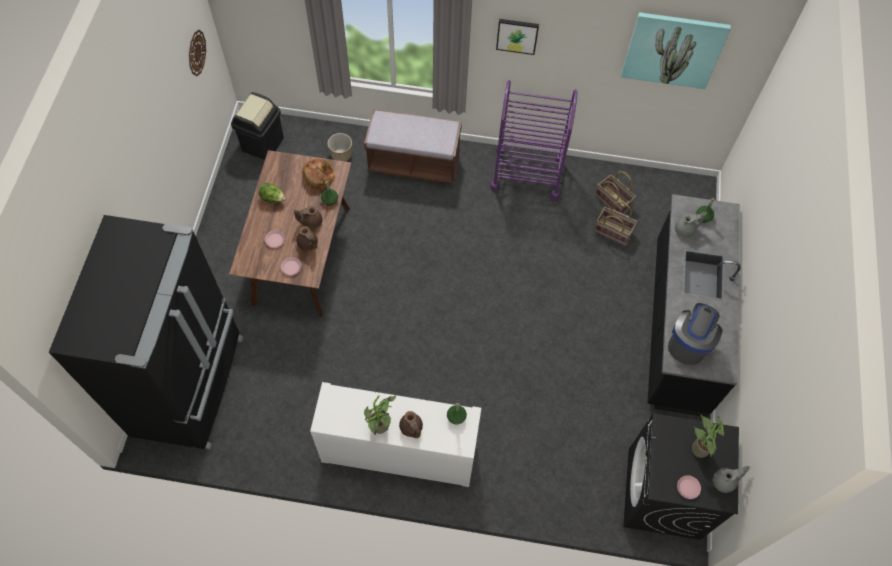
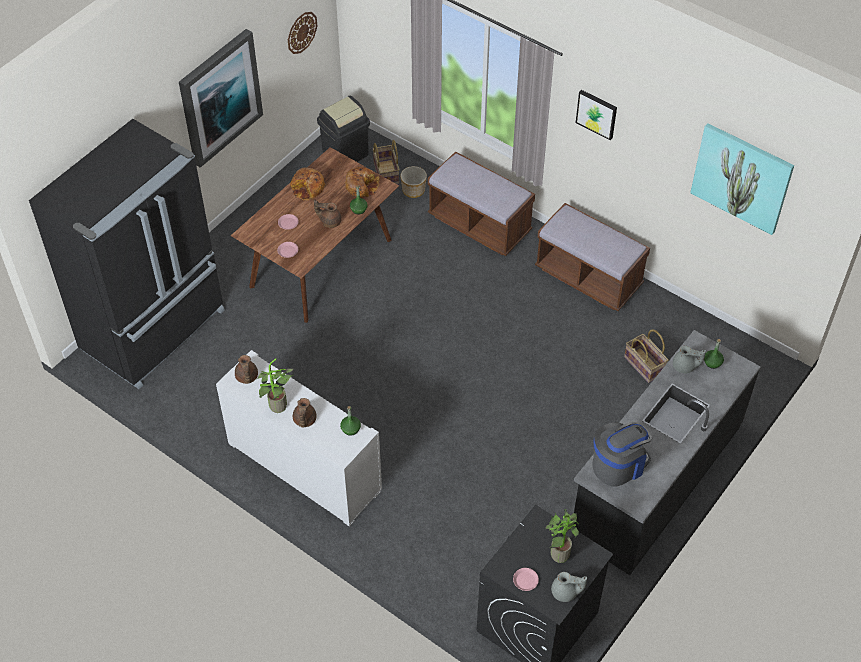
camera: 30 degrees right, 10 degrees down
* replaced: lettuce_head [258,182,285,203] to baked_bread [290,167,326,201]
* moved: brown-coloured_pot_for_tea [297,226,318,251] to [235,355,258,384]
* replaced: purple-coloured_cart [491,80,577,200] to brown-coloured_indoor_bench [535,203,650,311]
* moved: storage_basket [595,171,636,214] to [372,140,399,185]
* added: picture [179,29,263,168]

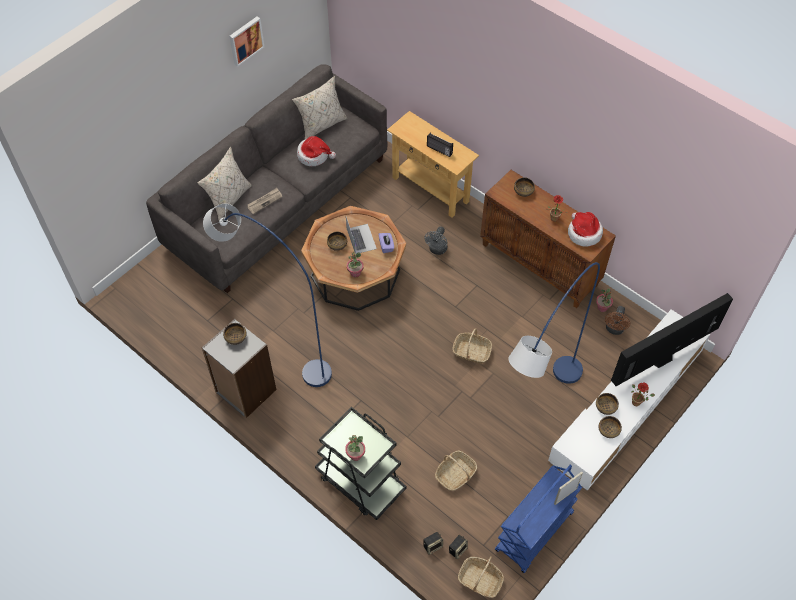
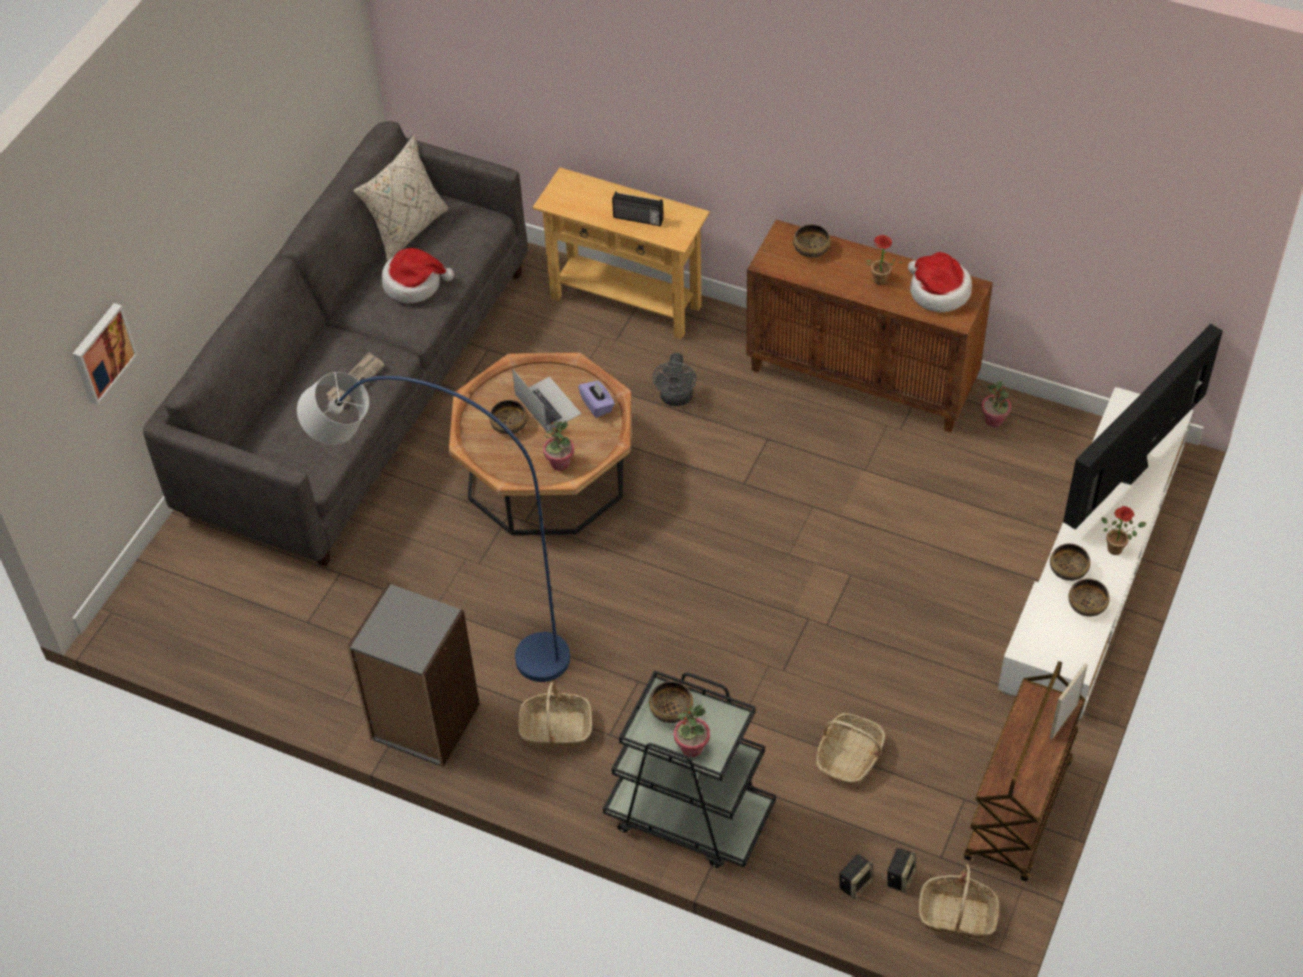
camera: 15 degrees left, 5 degrees down
* removed: beige-coloured_throw_pillow [197,147,252,220]
* moved: deep_dish [223,323,247,345] to [649,681,693,723]
* moved: picture [229,17,264,67] to [73,303,138,405]
* moved: storage_basket [452,329,492,364] to [518,682,592,746]
* recoloured: blue_cart [495,465,582,573] to brown-coloured_cart [964,661,1086,882]
* removed: blue_standing_lamp [508,262,600,384]
* removed: brown-coloured_cooling_fan [605,306,630,335]

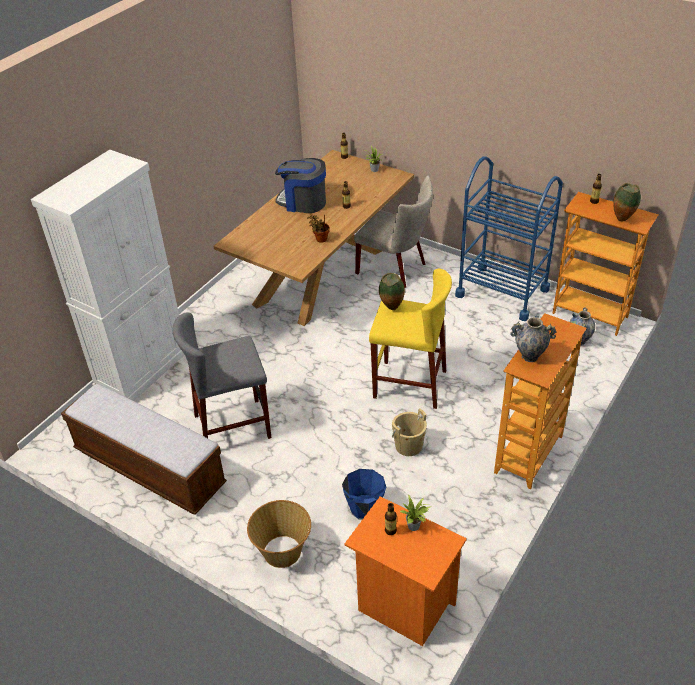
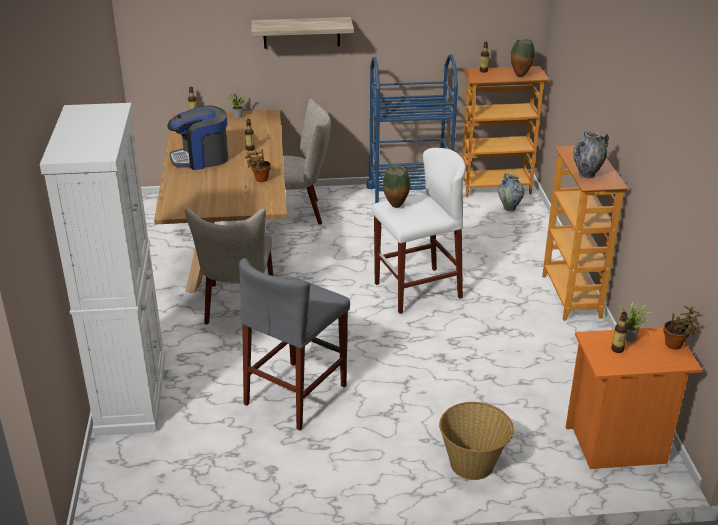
camera: 40 degrees left, 10 degrees down
* removed: indoor_bench [61,384,227,515]
* removed: blue_pail [342,469,386,520]
* recoloured: yellowish_stool [369,269,452,409] to white_stool [372,148,466,314]
* removed: beige-coloured_pail [392,409,427,456]
* added: beige-coloured_upright_chair [185,208,274,325]
* added: wall_shelf [251,17,354,49]
* added: plant_in_a_pot [663,306,700,349]

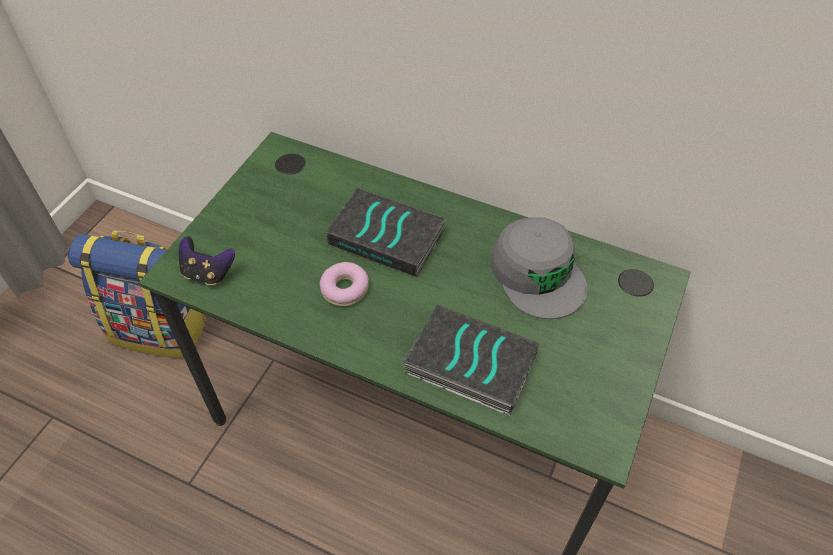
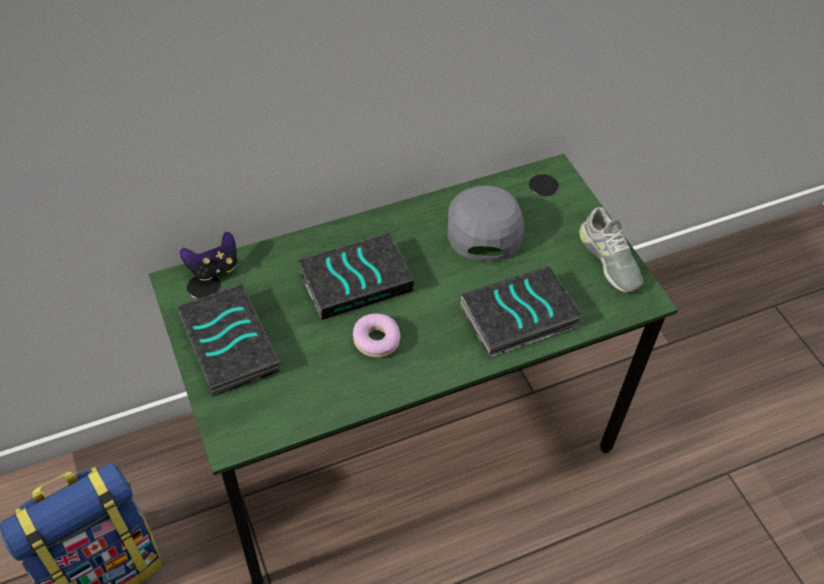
camera: 50 degrees left, 0 degrees up
* moved: joypad [179,236,235,285] to [180,232,237,280]
* turned: grey_peaked_cap [491,217,588,319] = [447,185,524,261] 105 degrees counterclockwise
* added: book [176,284,280,397]
* added: grey_low_shoe [579,207,643,293]

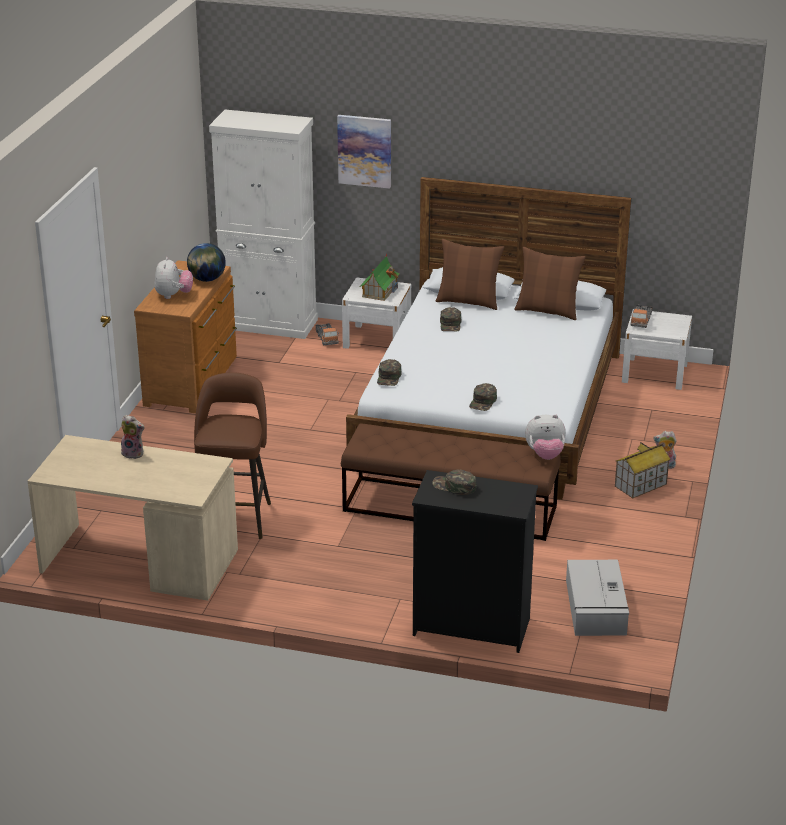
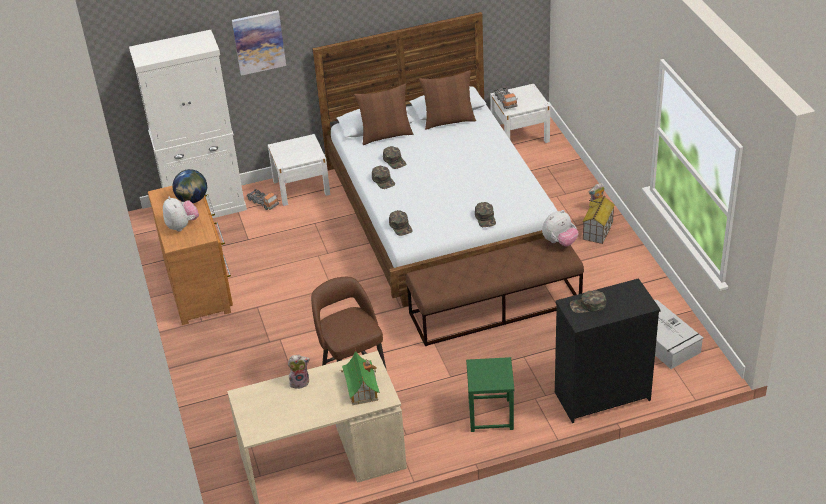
camera: 30 degrees left, 10 degrees up
* moved: model_house [360,254,400,301] to [341,350,380,405]
* added: greenish_peaked_cap [372,166,395,189]
* added: greenish_stool [466,357,514,432]

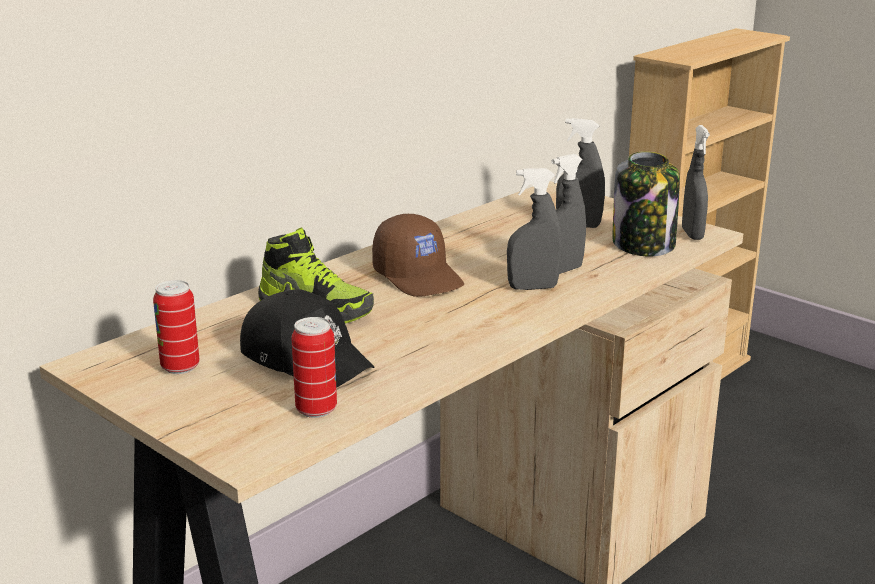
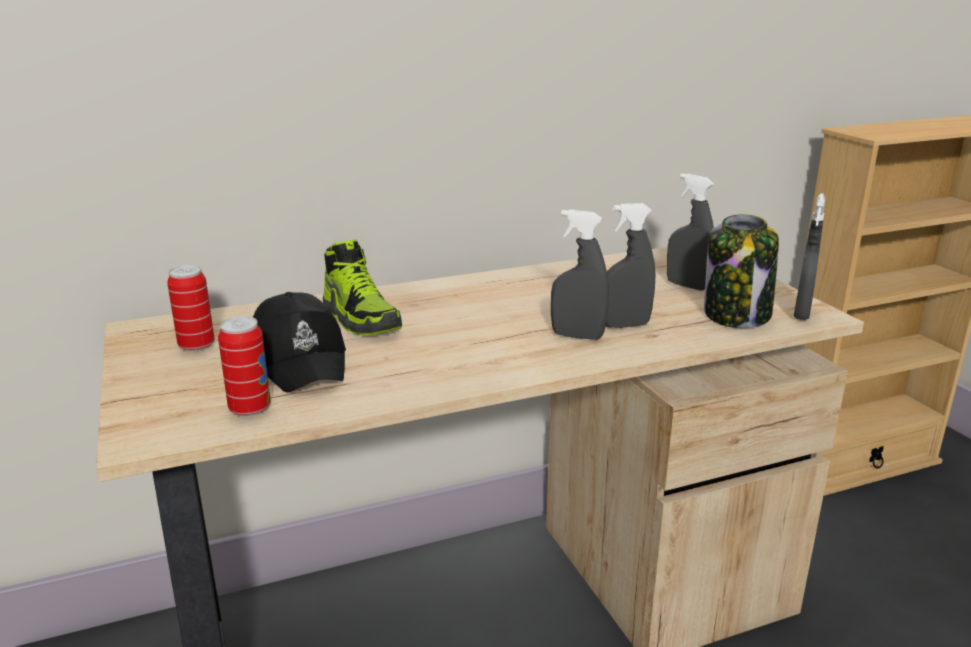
camera: 25 degrees right, 0 degrees up
* removed: brown-coloured_peaked_cap [372,214,464,297]

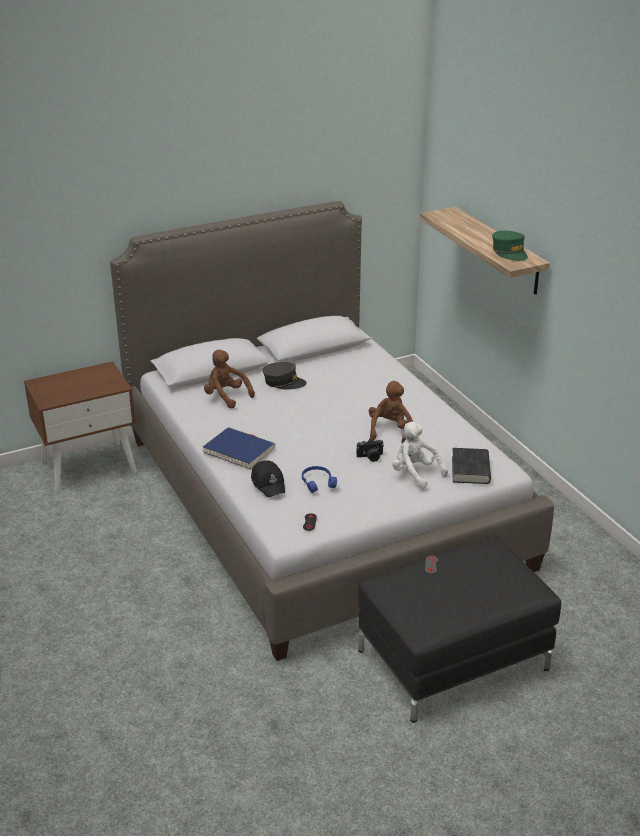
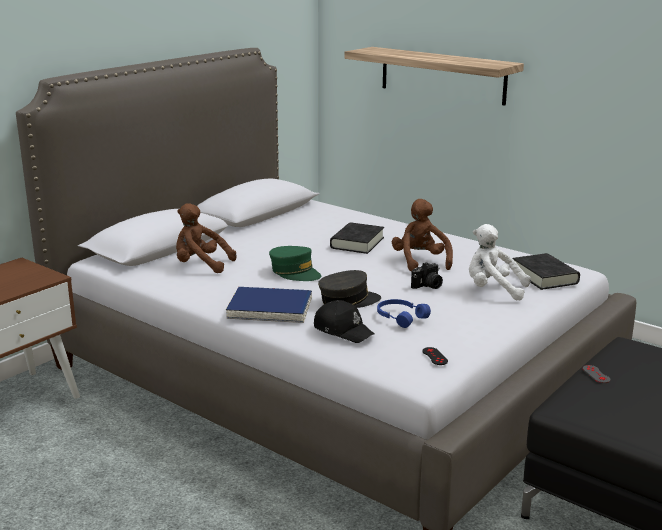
camera: 25 degrees left, 10 degrees down
* moved: grey_peaked_cap [262,362,307,390] to [318,270,381,308]
* moved: greenish_peaked_cap [492,230,528,261] to [269,246,321,281]
* added: black-coloured_book [330,222,384,254]

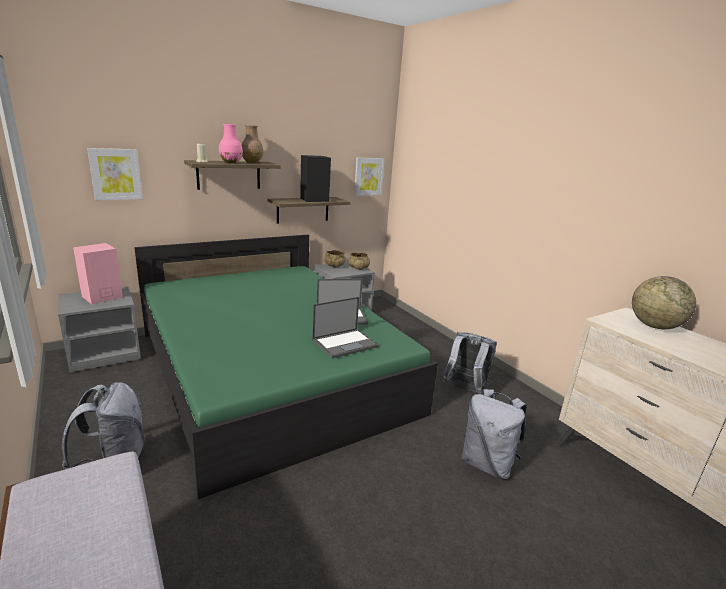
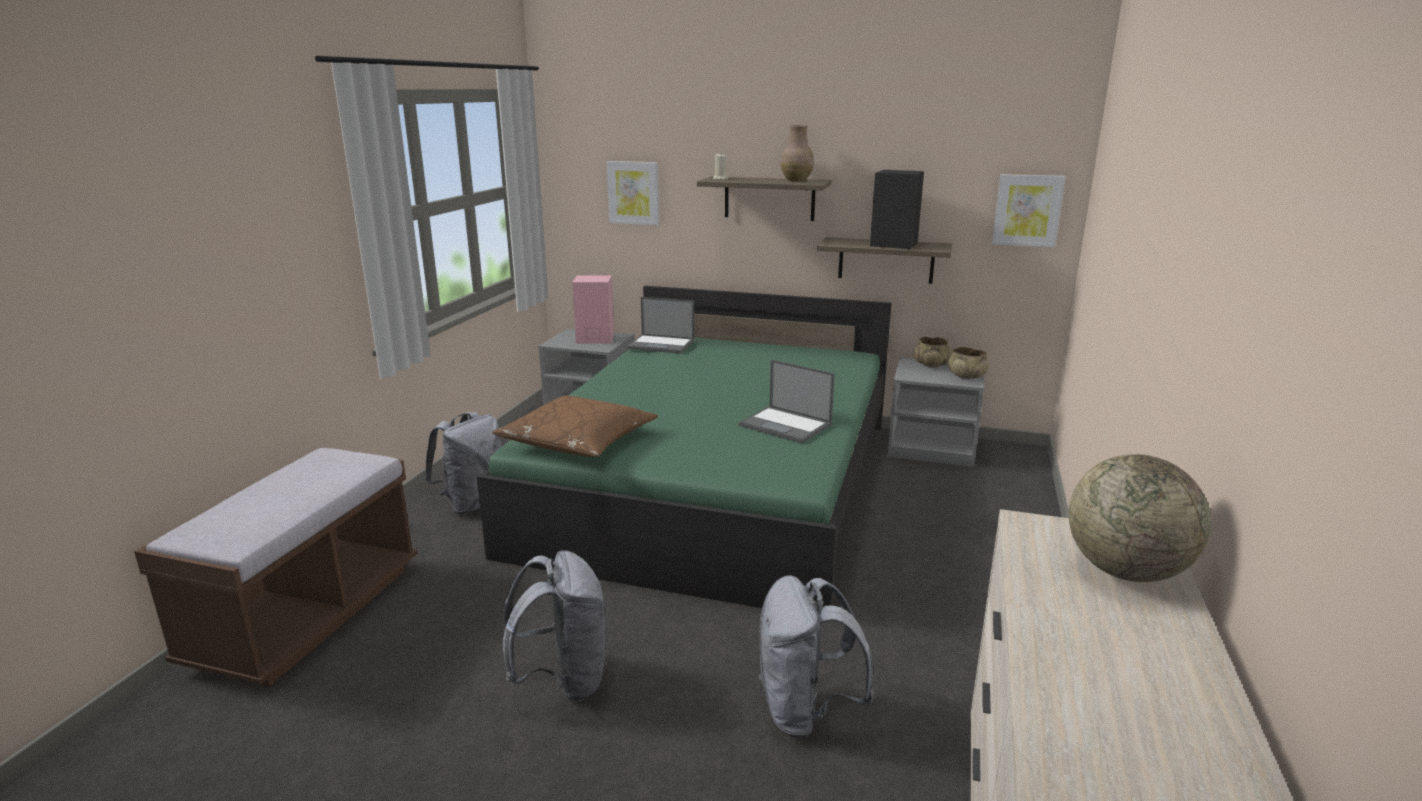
camera: 50 degrees right, 0 degrees up
* removed: pink-coloured_decorative_vase [219,124,243,163]
* moved: notebook_computer [312,297,379,359] to [627,297,695,354]
* moved: grey_rucksack [442,332,497,394] to [503,551,607,702]
* added: brown-coloured_throw_pillow [492,396,658,457]

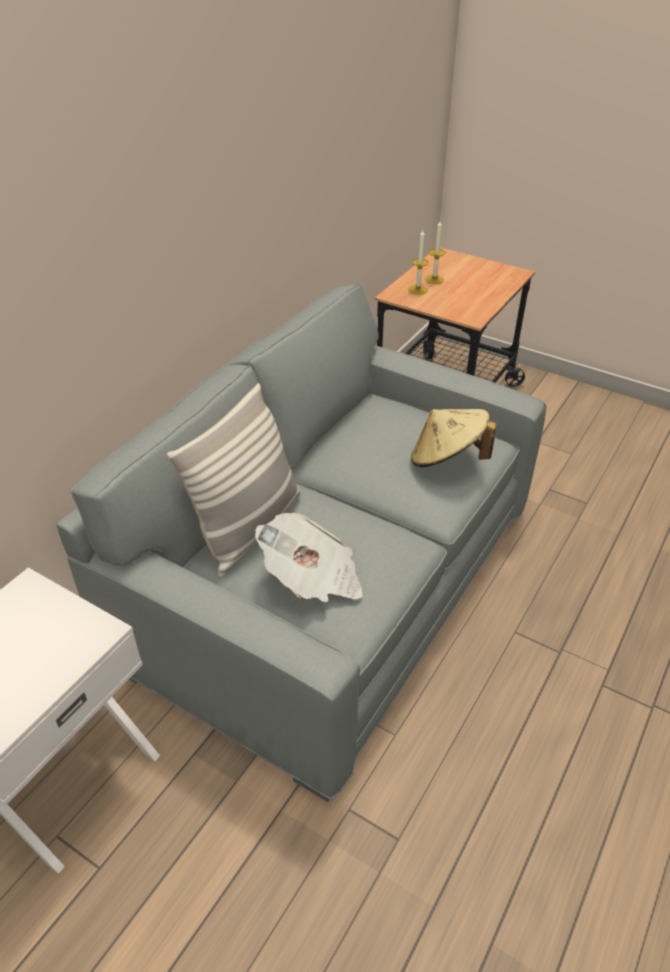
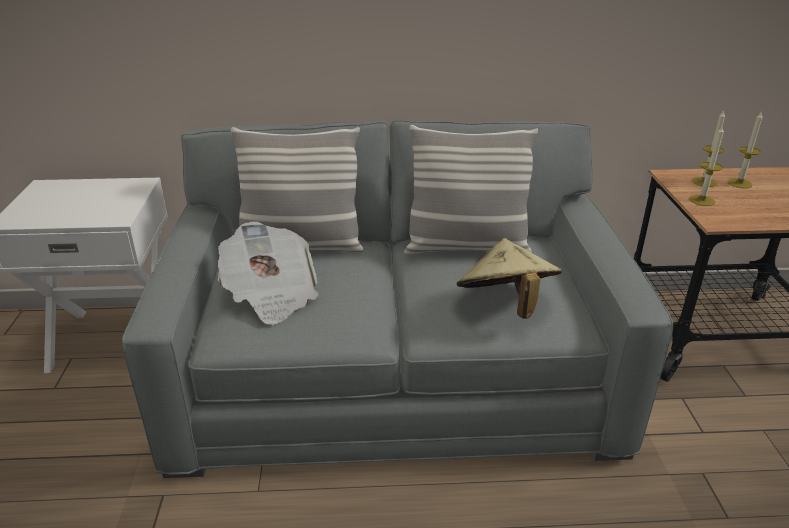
camera: 55 degrees right, 10 degrees down
* added: throw_pillow [404,125,538,254]
* added: candle [689,125,724,206]

